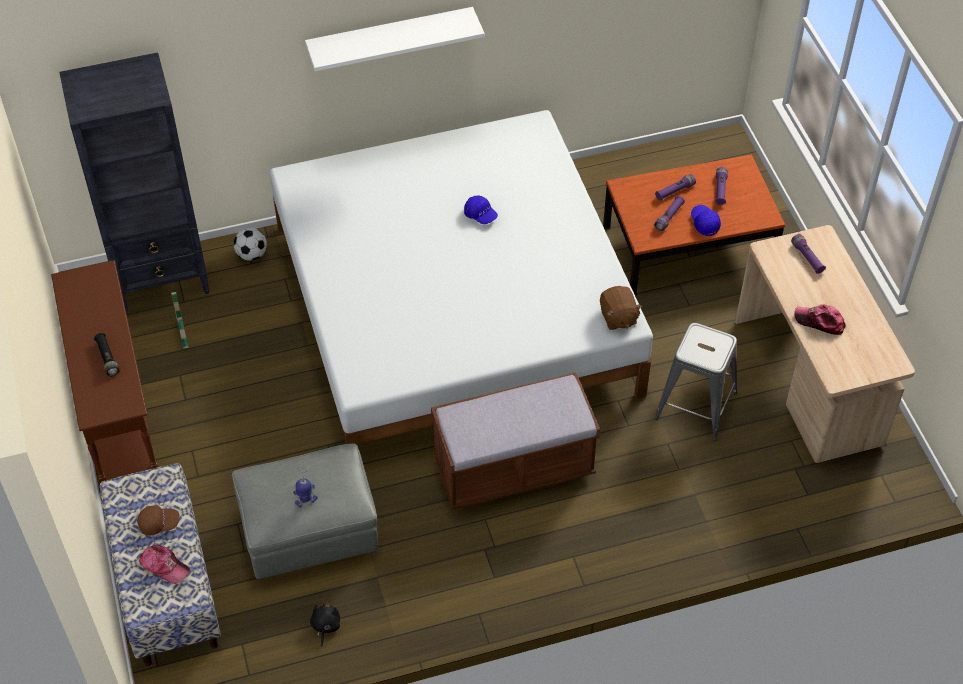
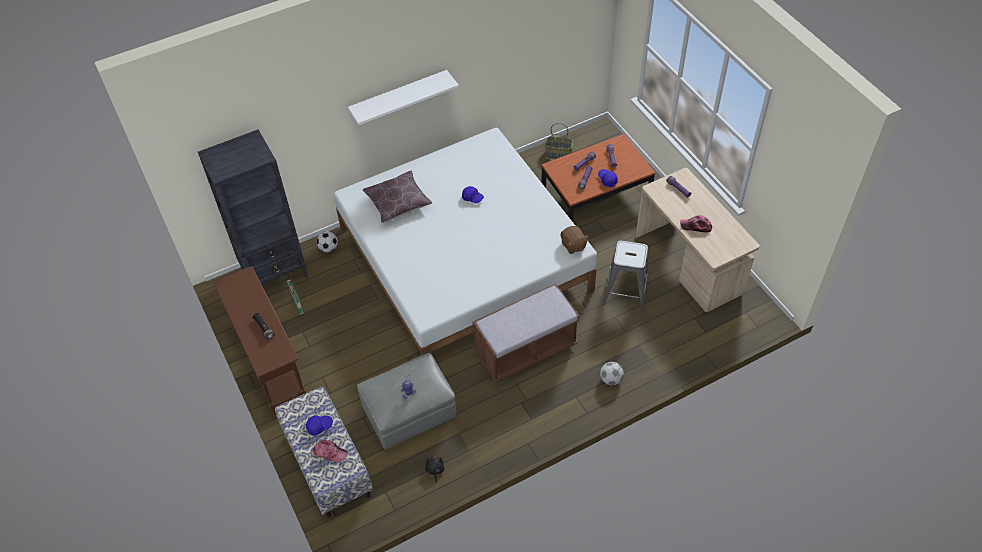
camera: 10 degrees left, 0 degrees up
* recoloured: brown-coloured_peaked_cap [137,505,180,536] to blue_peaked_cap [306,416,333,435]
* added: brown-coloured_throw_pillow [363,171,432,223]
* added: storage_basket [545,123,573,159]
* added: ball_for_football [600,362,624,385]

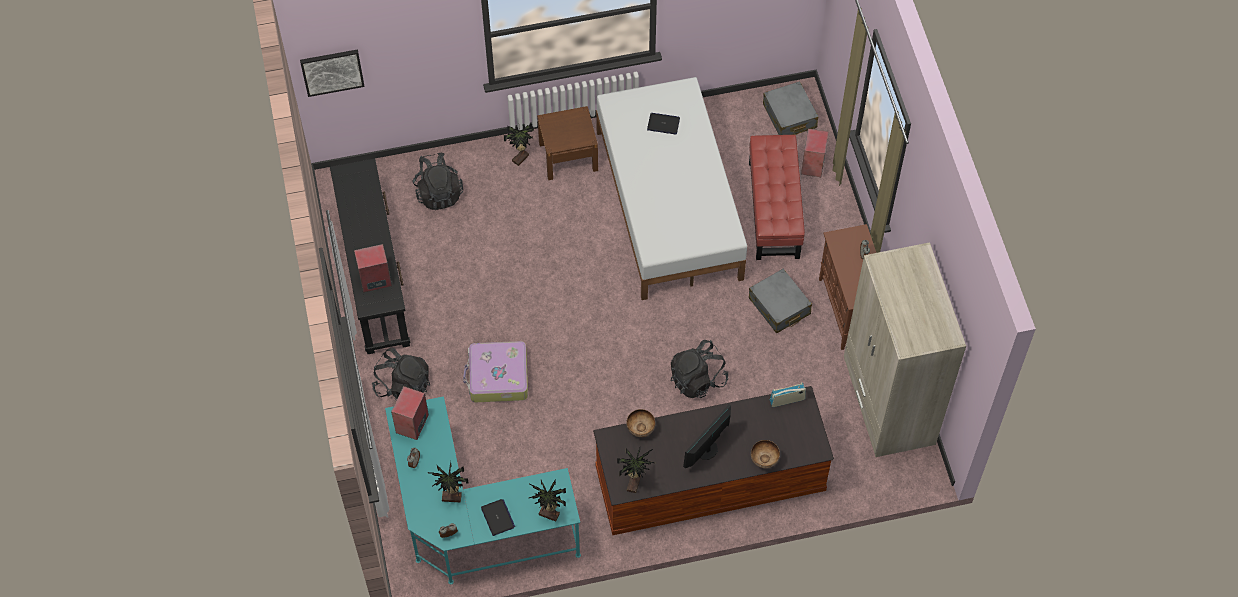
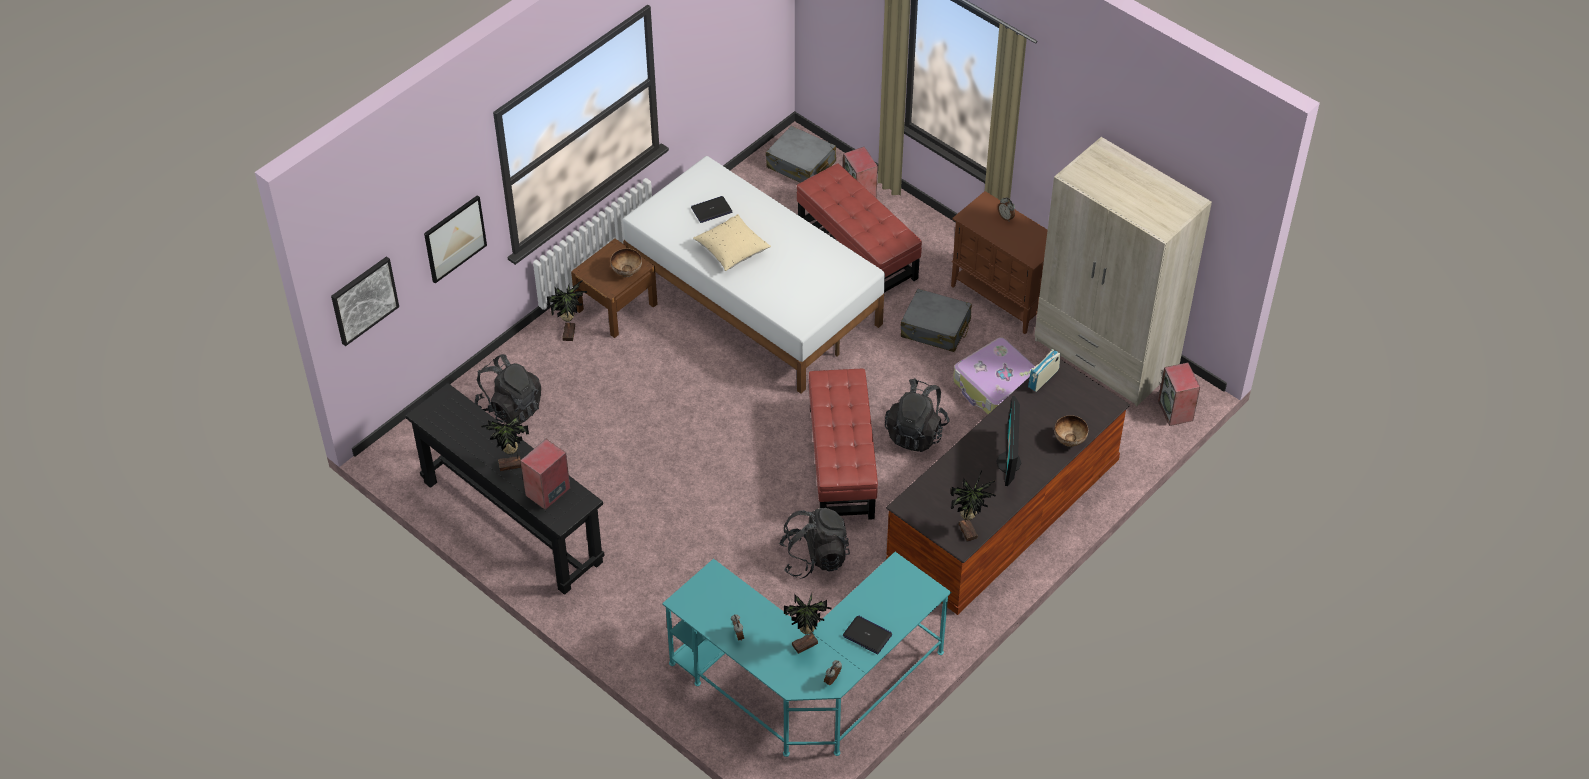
camera: 35 degrees left, 10 degrees down
* moved: black-coloured_rucksack [372,348,430,401] to [779,508,850,579]
* moved: loudspeaker [391,386,429,440] to [1158,363,1200,426]
* moved: travel_case [463,341,528,402] to [953,337,1035,414]
* moved: plant_in_a_pot [529,480,566,522] to [481,415,529,471]
* moved: deep_dish [626,409,655,437] to [610,248,642,277]
* added: picture [424,195,487,283]
* added: beige-coloured_throw_pillow [693,214,771,271]
* added: reddish_footrest [808,369,878,520]

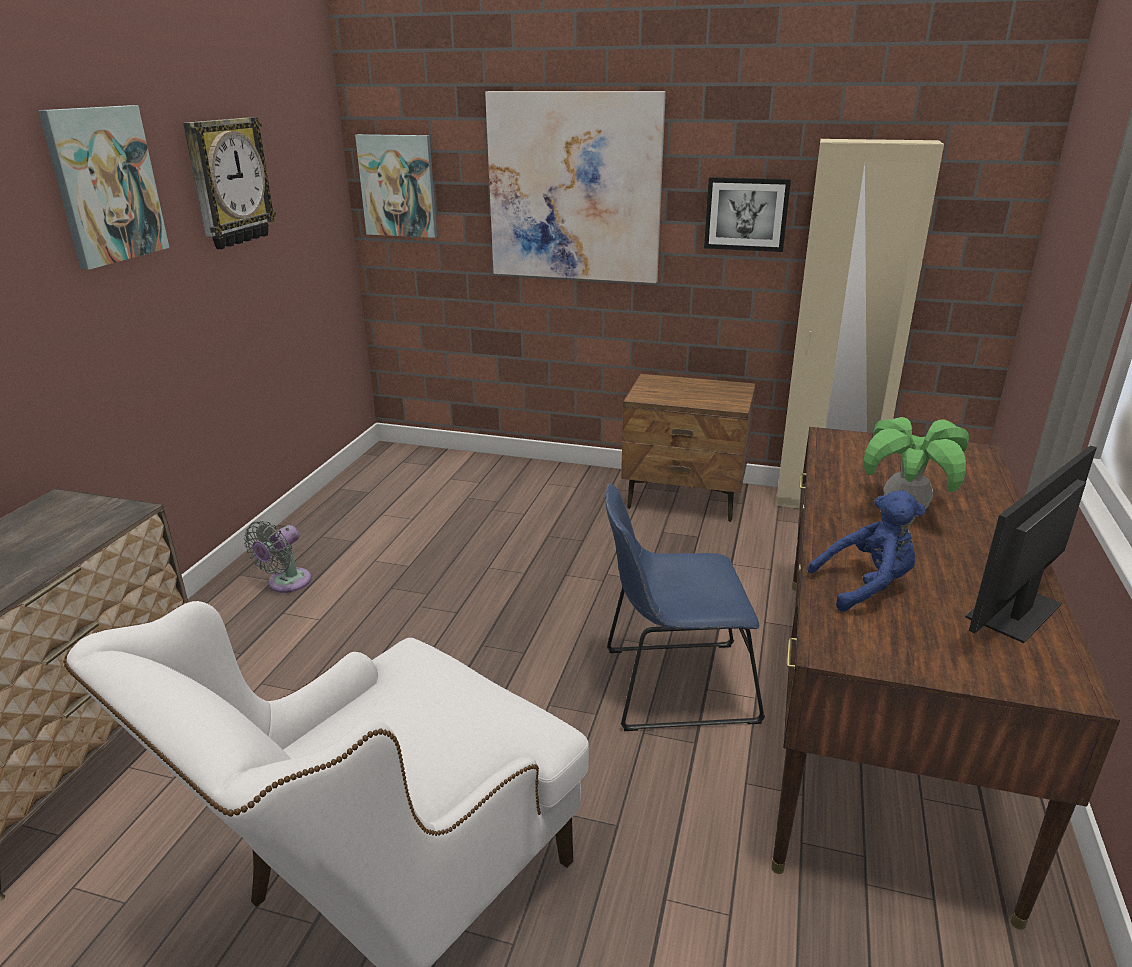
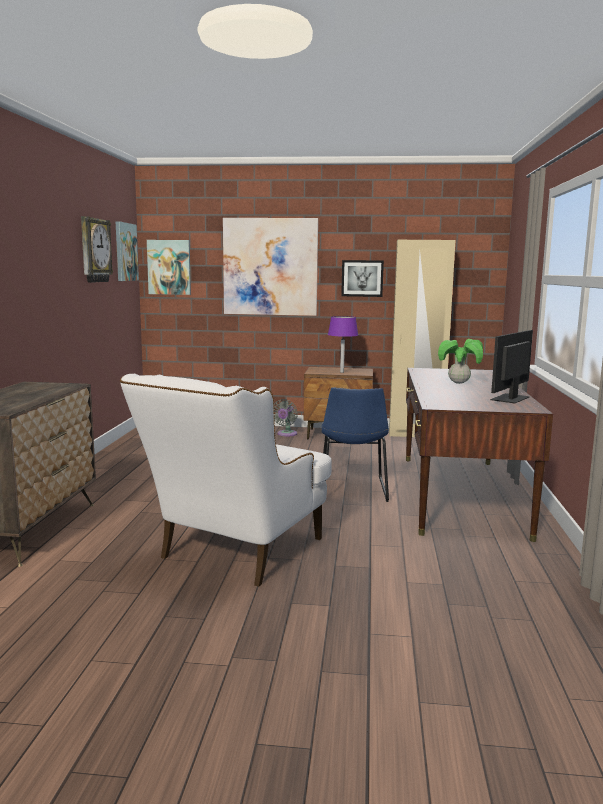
camera: 10 degrees left, 15 degrees down
* moved: picture [38,105,169,270] to [116,221,139,281]
* moved: grey_cooling_fan [244,521,311,593] to [274,399,298,436]
* turned: blue_upright_chair [606,483,765,731] = [321,388,389,502] 75 degrees counterclockwise
* removed: blue_plush_toy [807,491,926,612]
* added: purple-coloured_table_lamp [328,316,358,373]

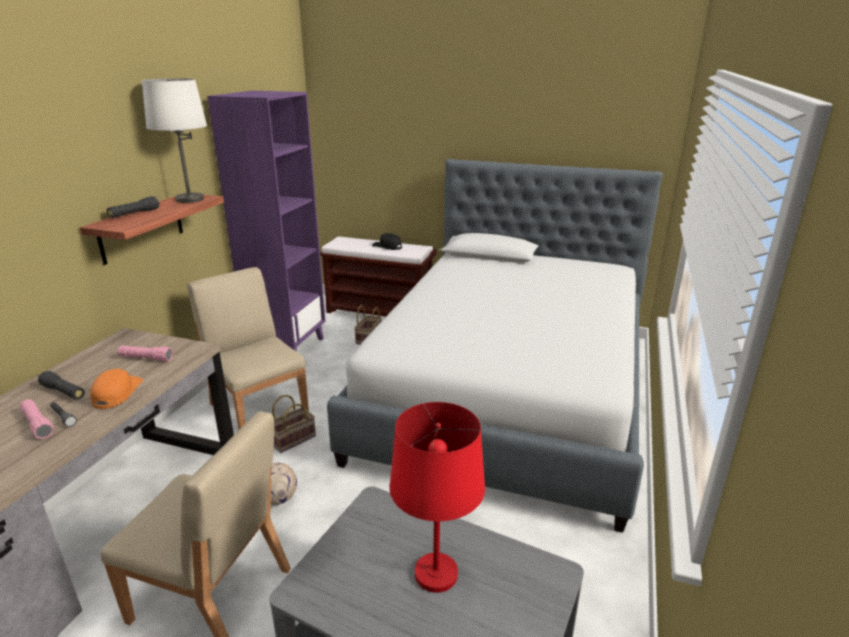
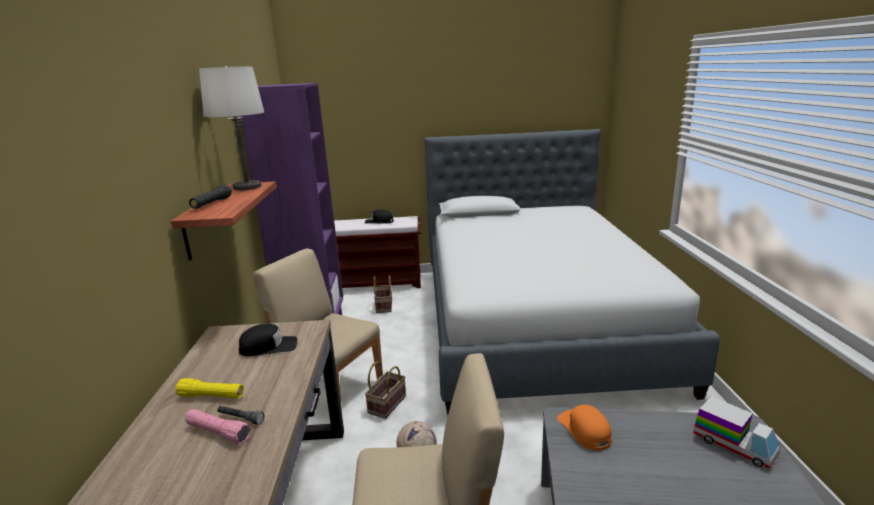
camera: 20 degrees left, 5 degrees down
* recoloured: black-coloured_hand_torch [38,371,85,399] to yellowish_hand_torch [176,378,244,398]
* moved: orange_peaked_cap [90,369,143,409] to [557,405,612,451]
* replaced: pink-coloured_hand_torch [117,345,173,362] to black-coloured_peaked_cap [239,323,297,356]
* removed: reddish_table_lamp [389,402,485,593]
* added: toy_truck [693,396,780,469]

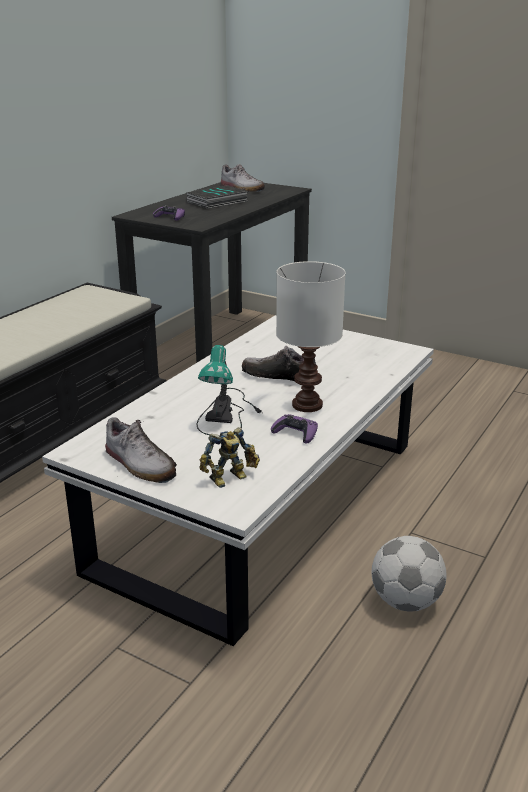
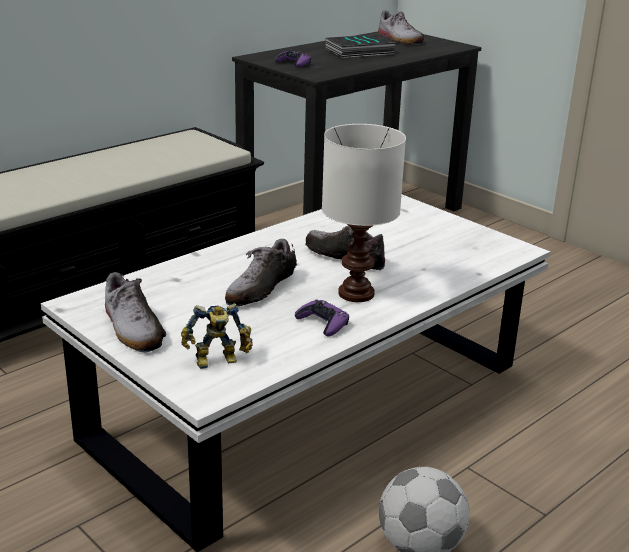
camera: 15 degrees right, 0 degrees up
* replaced: table_lamp [197,345,262,437] to low_shoe [225,239,297,306]

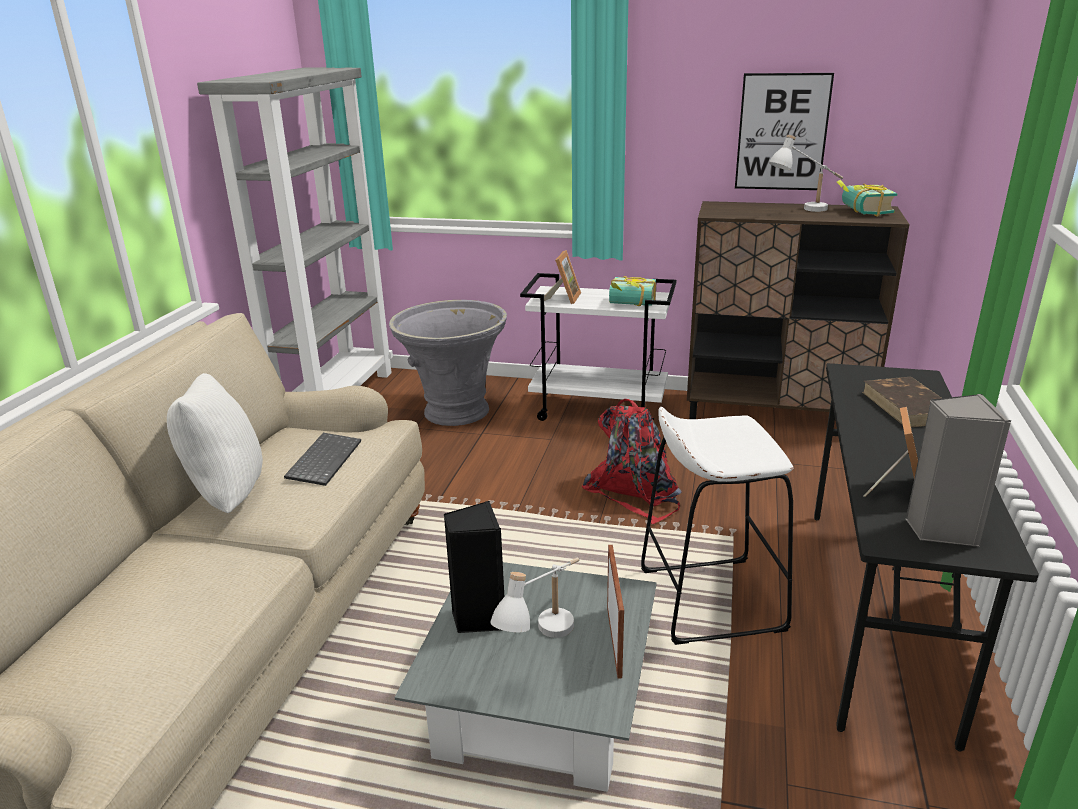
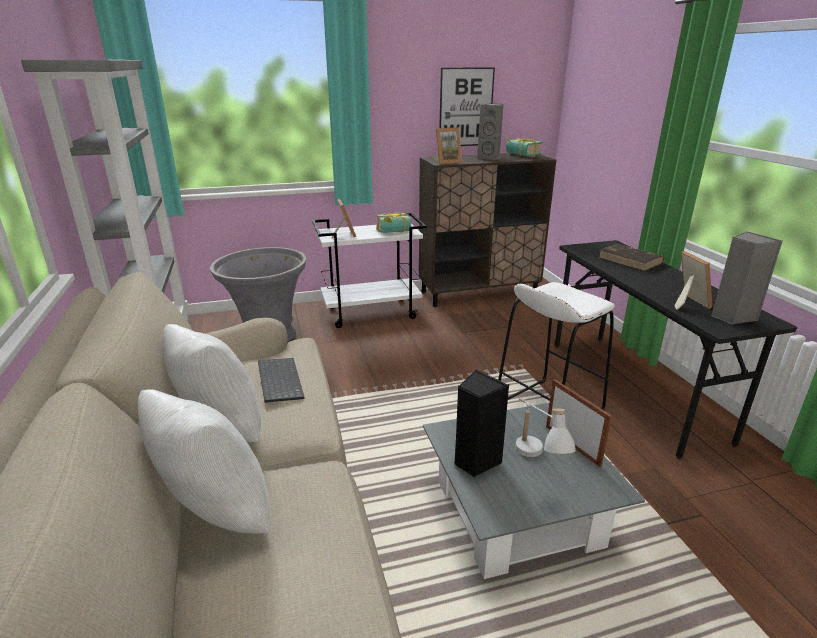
camera: 30 degrees left, 0 degrees up
* removed: reddish_rucksack [582,399,682,524]
* replaced: white_table_lamp [769,135,843,212] to grey_loudspeaker [477,103,503,160]
* added: white_throw_pillow [138,389,270,534]
* added: picture_frame [433,127,462,164]

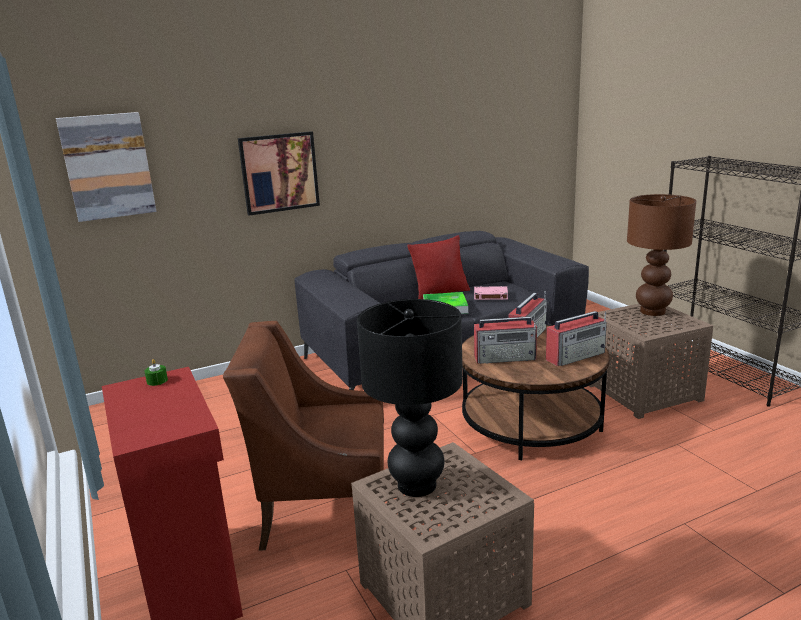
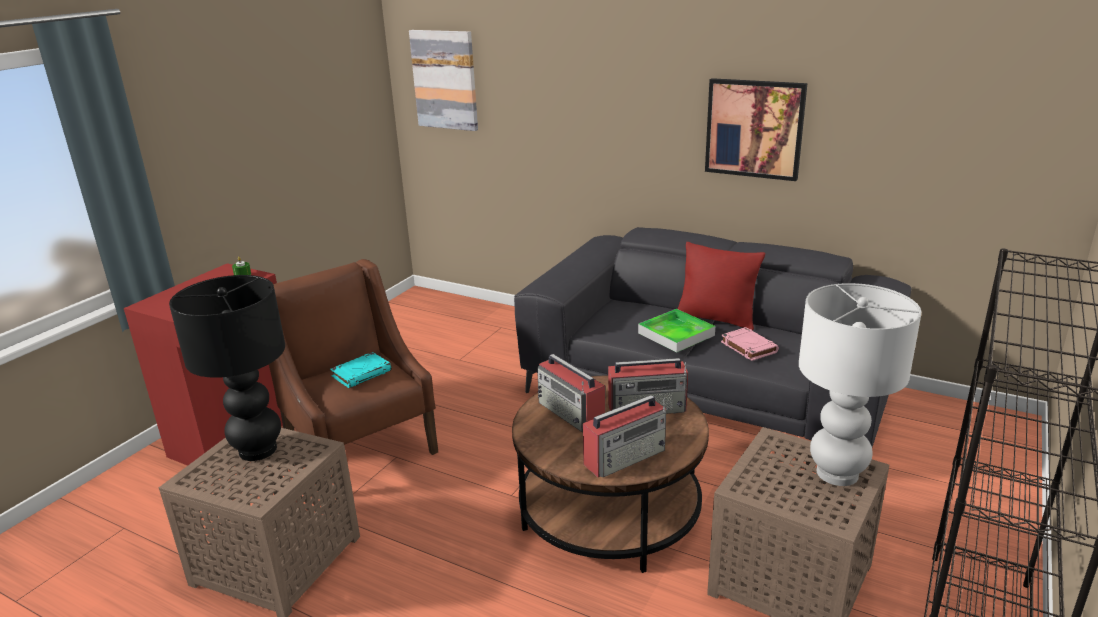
camera: 55 degrees right, 5 degrees up
* moved: picture [238,131,320,216] to [705,78,807,181]
* turned: radio [546,311,607,366] = [583,395,666,477] 60 degrees counterclockwise
* recoloured: brown-coloured_table_lamp [627,194,696,316] to white_table_lamp [799,283,922,486]
* added: turquoise-coloured_book [331,352,392,388]

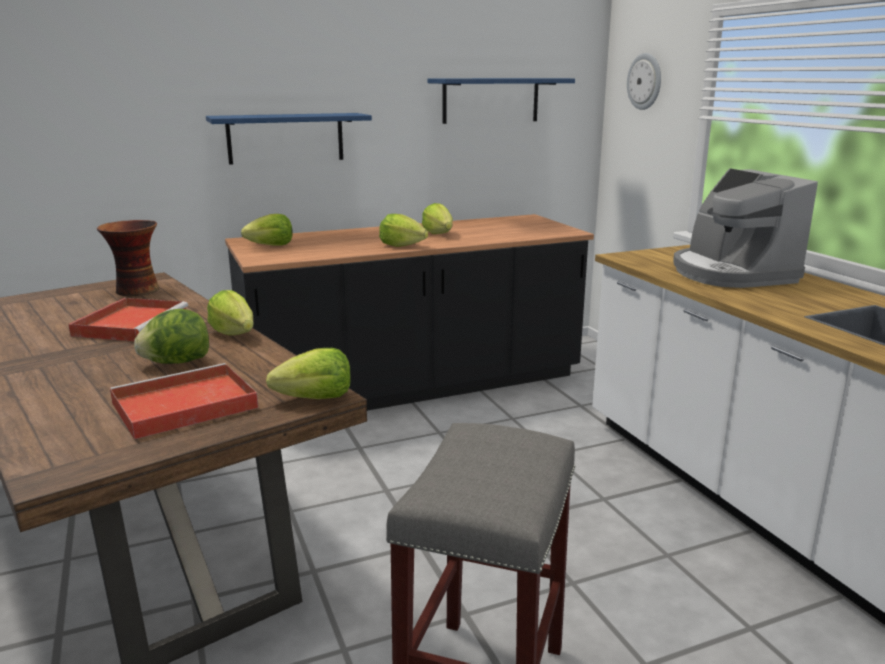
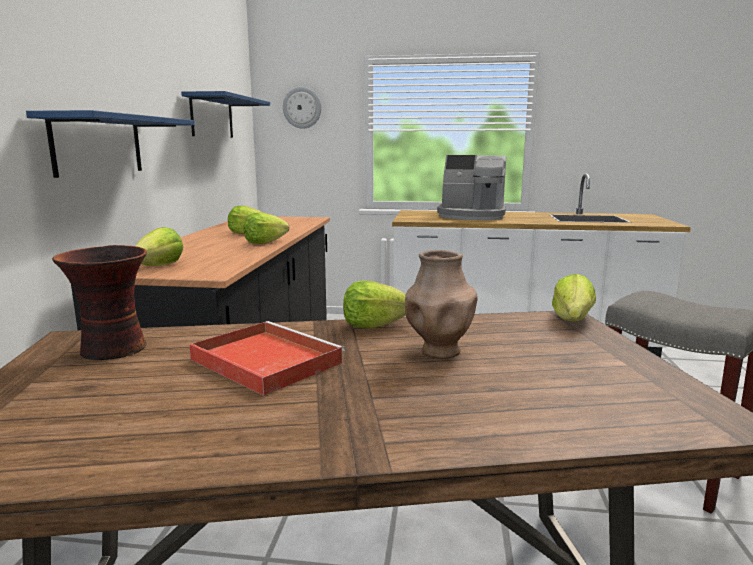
camera: 60 degrees left, 5 degrees down
* removed: reddish_carrying_tray [110,363,259,439]
* replaced: lettuce_head [134,309,209,364] to brown-coloured_decorative_vase [405,250,478,359]

